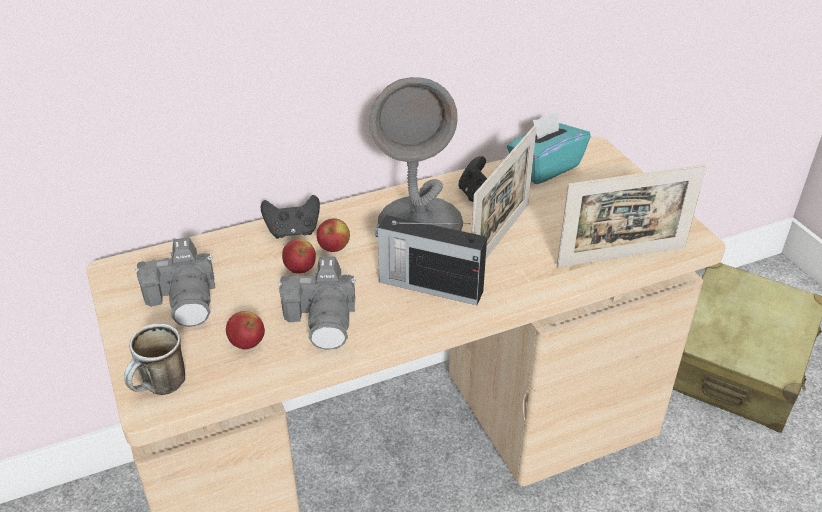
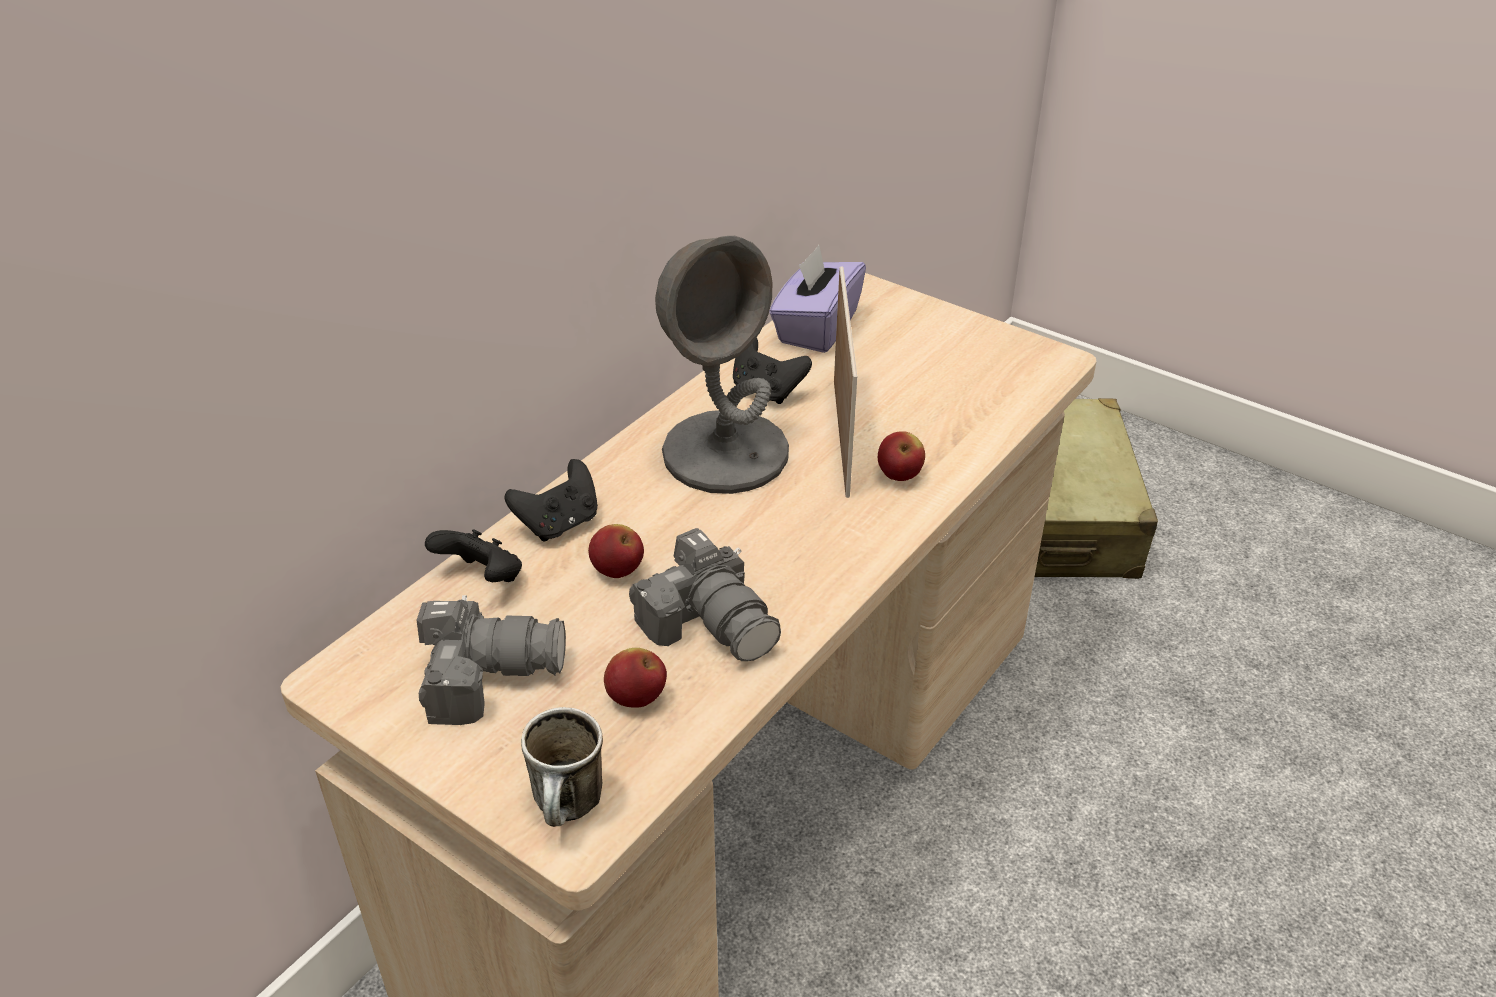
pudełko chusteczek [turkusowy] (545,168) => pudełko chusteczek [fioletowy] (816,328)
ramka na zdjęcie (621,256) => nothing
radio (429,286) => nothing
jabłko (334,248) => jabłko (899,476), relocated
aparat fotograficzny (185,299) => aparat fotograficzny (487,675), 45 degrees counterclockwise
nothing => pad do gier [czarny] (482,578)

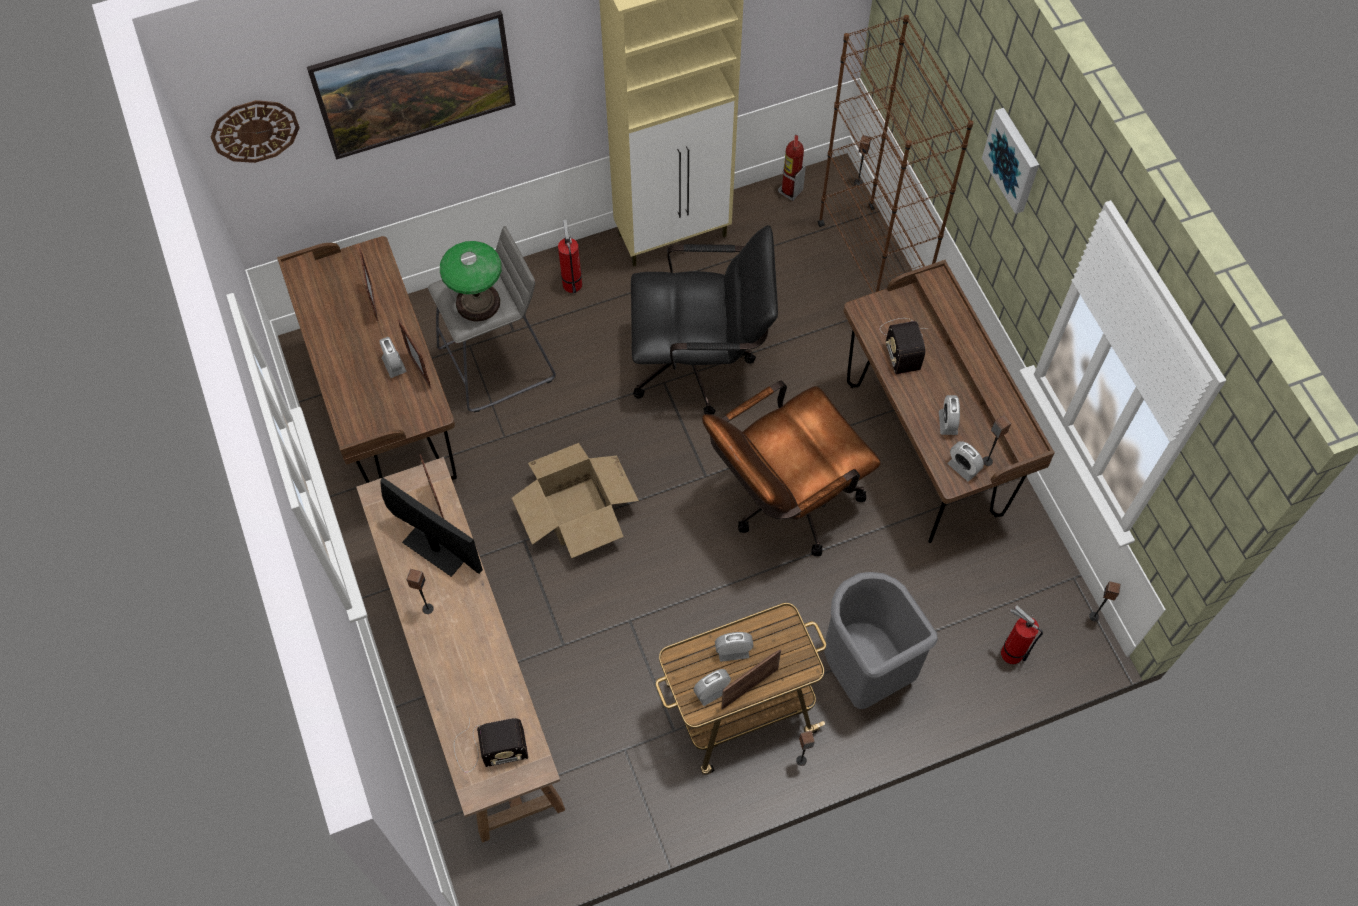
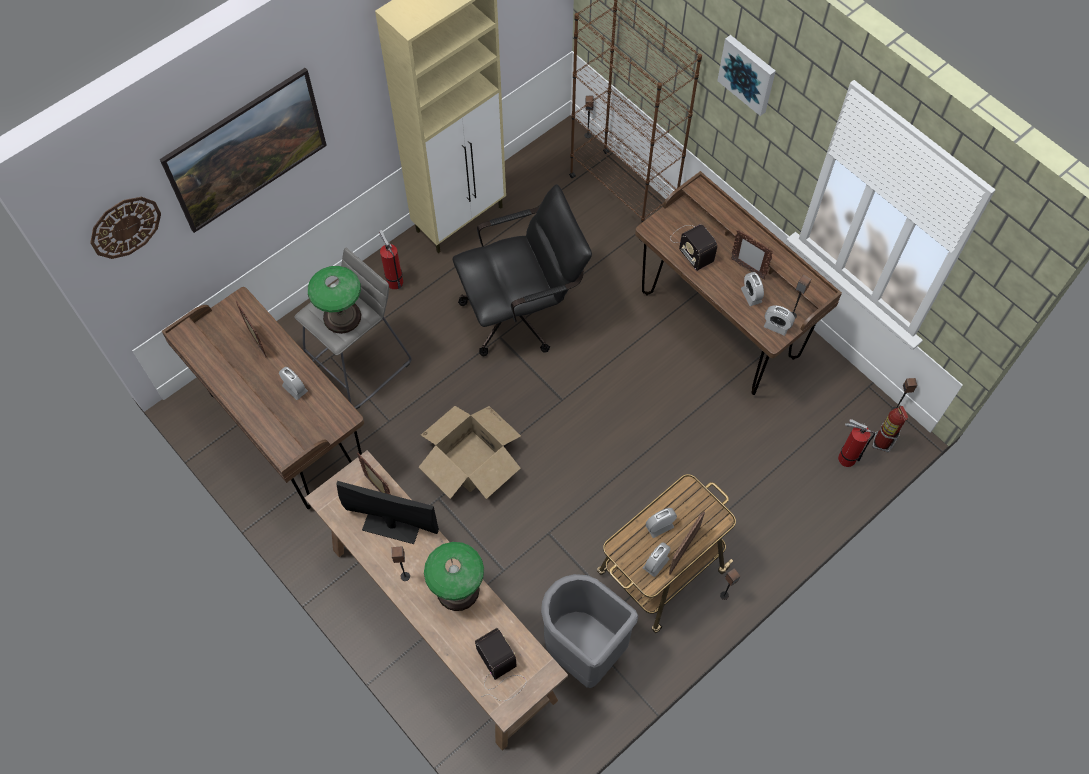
gaśnica (790,191) => gaśnica (881,443), relocated
ramka na zdjęcie (419,370) => ramka na zdjęcie (747,269), relocated
krzesło biurowe [brązowy] (783,502) => nothing
kosz na śmieci [szary] (864,669) => kosz na śmieci [szary] (583,650), relocated
radio (488,748) => radio (500,671), 90 degrees counterclockwise
nothing => lampa stołowa (457,589)

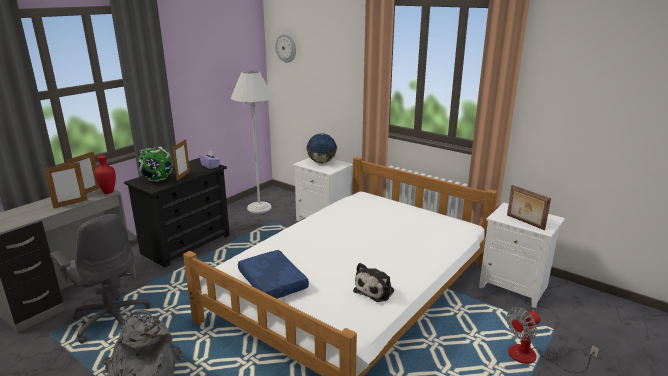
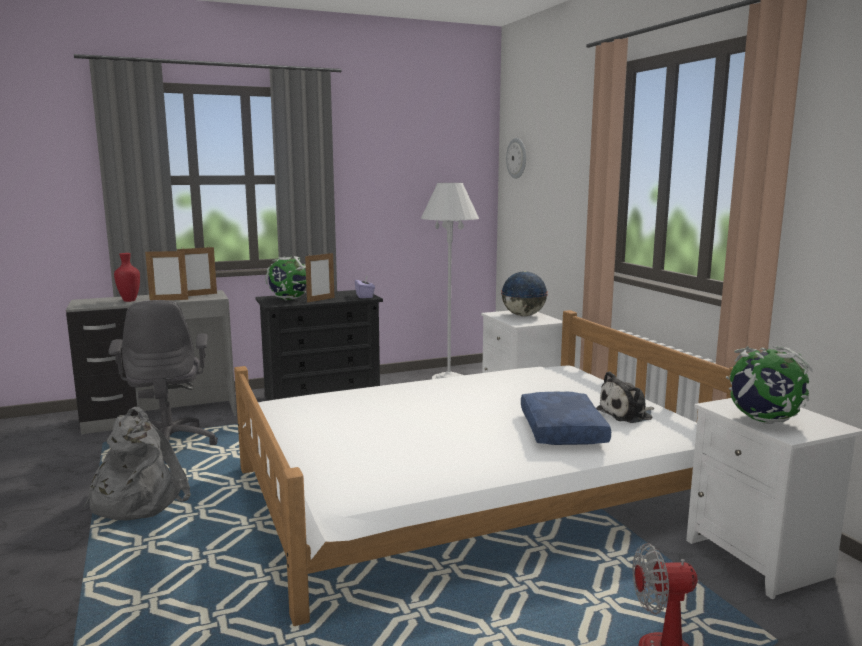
wazon [czerwony] (108,192) => wazon [czerwony] (130,300), relocated
ramka na zdjęcie (524,222) => globus (763,420)
poduszka [niebieski] (271,282) => poduszka [niebieski] (560,430), relocated
pluszak (375,290) => pluszak (627,414), relocated

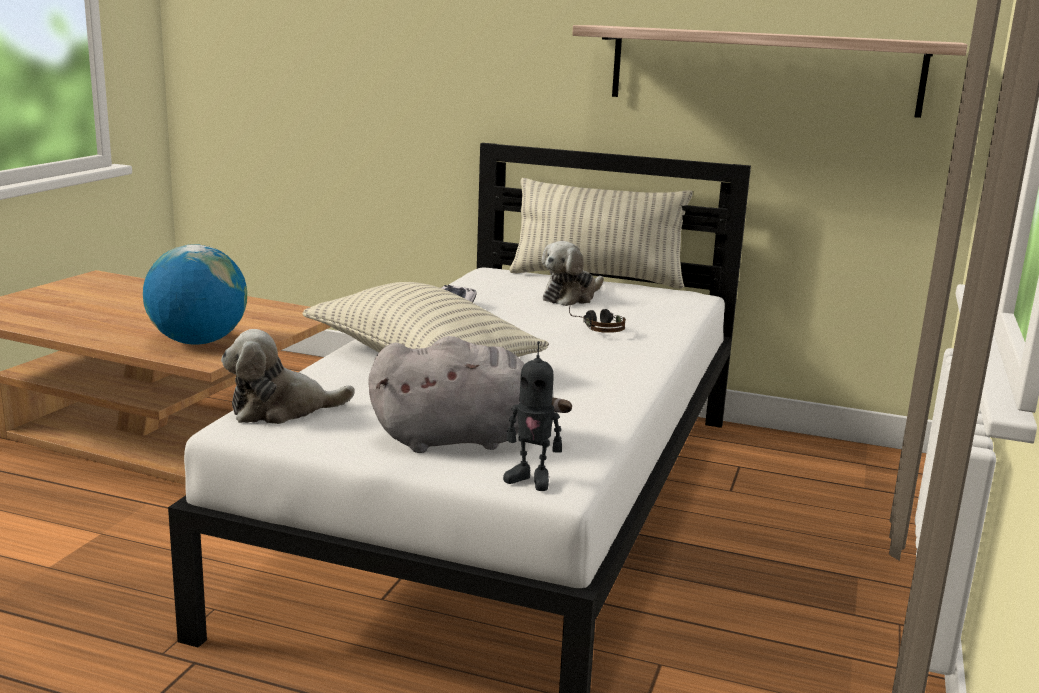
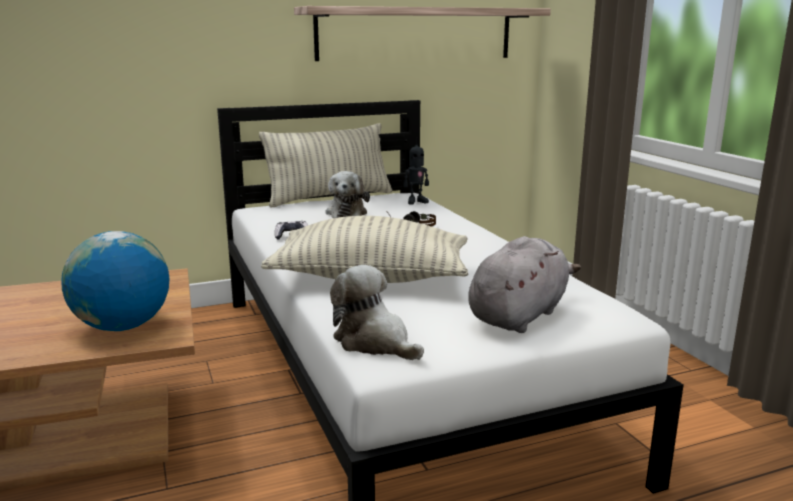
pluszak (281,410) => pluszak (375,342), 105 degrees clockwise
robot zabawkowy (531,479) => robot zabawkowy (416,201), relocated

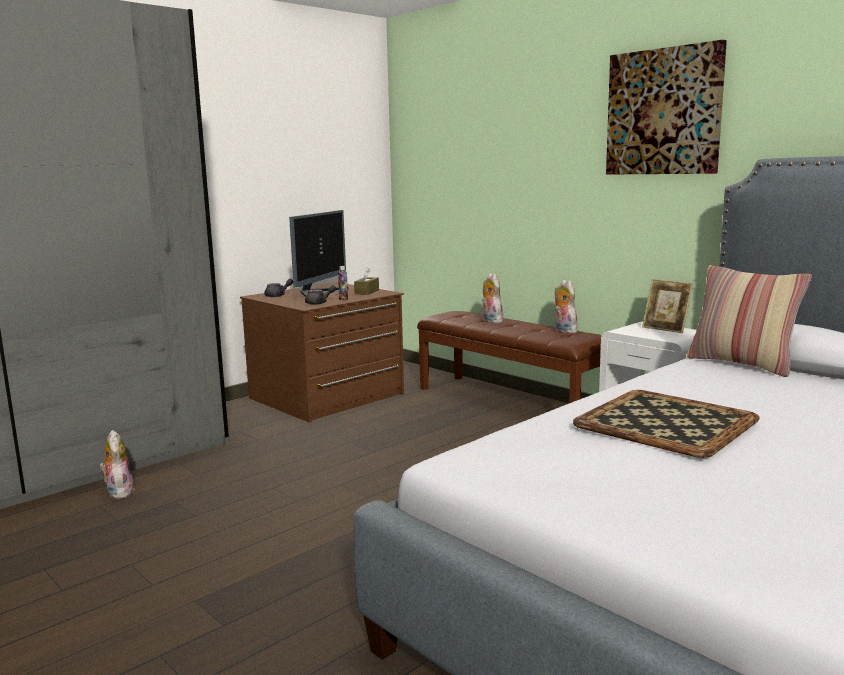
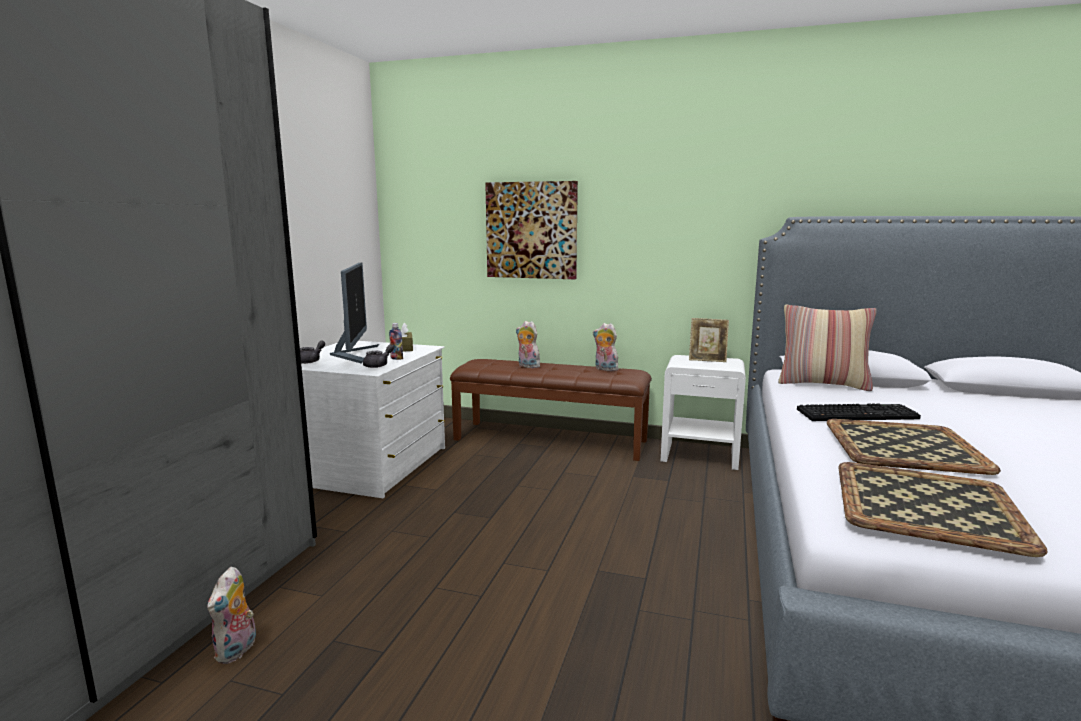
obraz (664,112) => obraz (531,230), relocated
komoda [brązowy] (328,396) => komoda [biały] (368,464)
pluszak (118,492) => pluszak (237,651), 120 degrees counterclockwise
nothing => klawiatura (857,414)
nothing => taca (928,505)

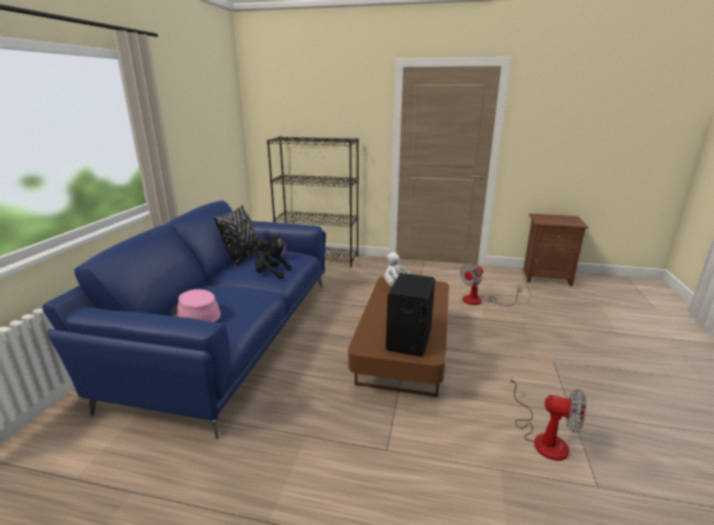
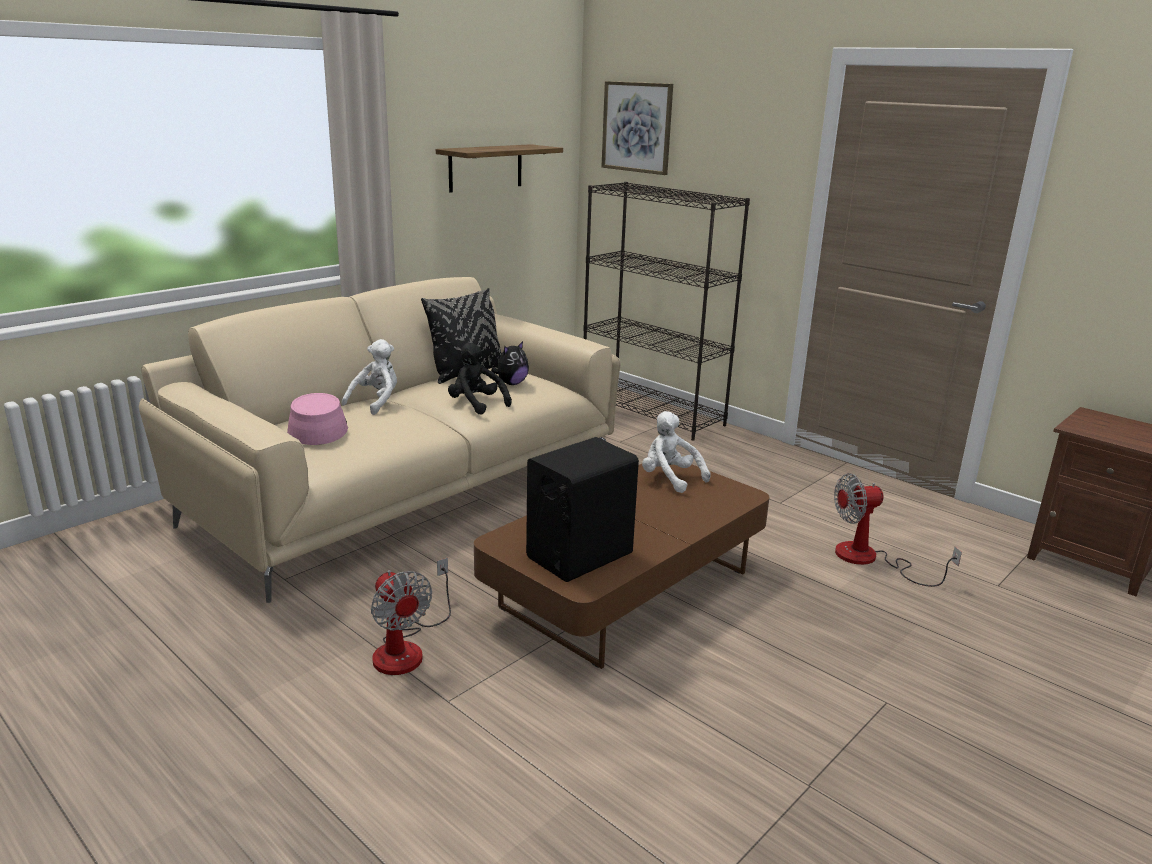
kanapa [niebieski] (230,334) => kanapa [beżowy] (407,486)
wentylator (543,438) => wentylator (407,648), relocated
nothing => obraz (637,127)
nothing => półka (485,167)
nothing => pluszak [biały] (376,402)

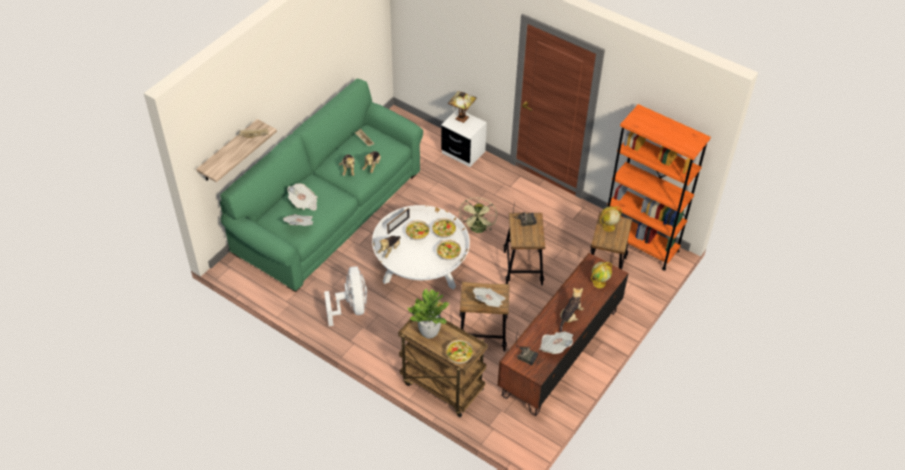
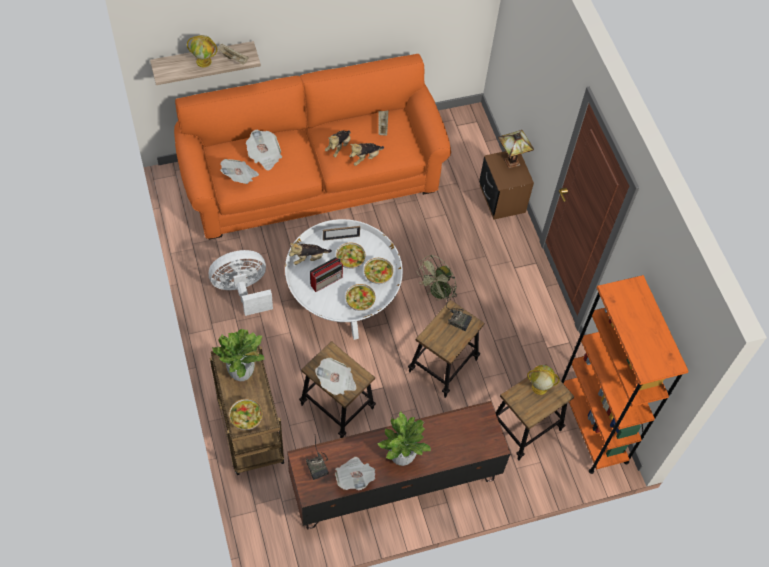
kanapa [zielony] (329,212) => kanapa [pomarańczowy] (312,178)
szafka nocna [biały] (463,152) => szafka nocna [brązowy] (502,199)
globus (599,283) => globus (204,61), relocated
wentylator [biały] (351,308) => wentylator [biały] (243,291), 135 degrees counterclockwise
pluszak (570,316) => roślina doniczkowa (401,456)
nothing => radio (327,280)

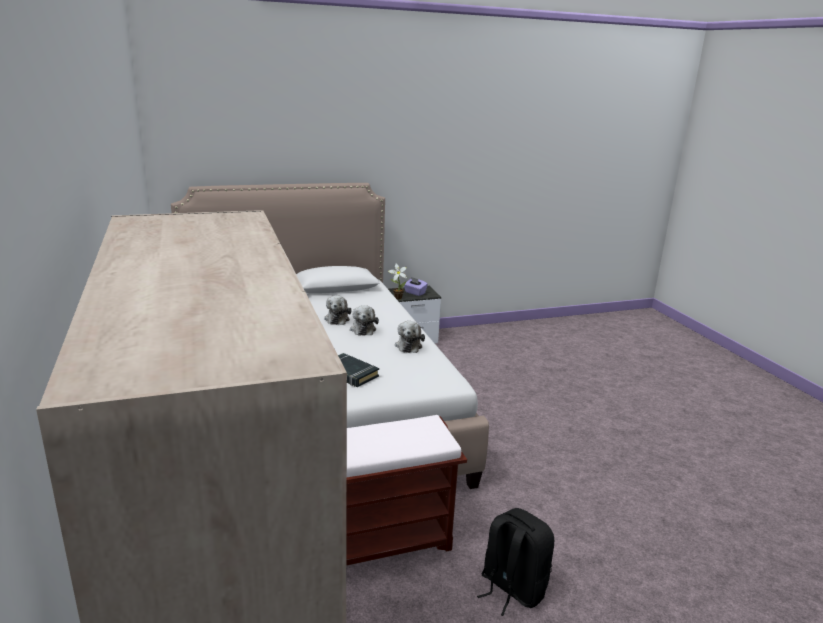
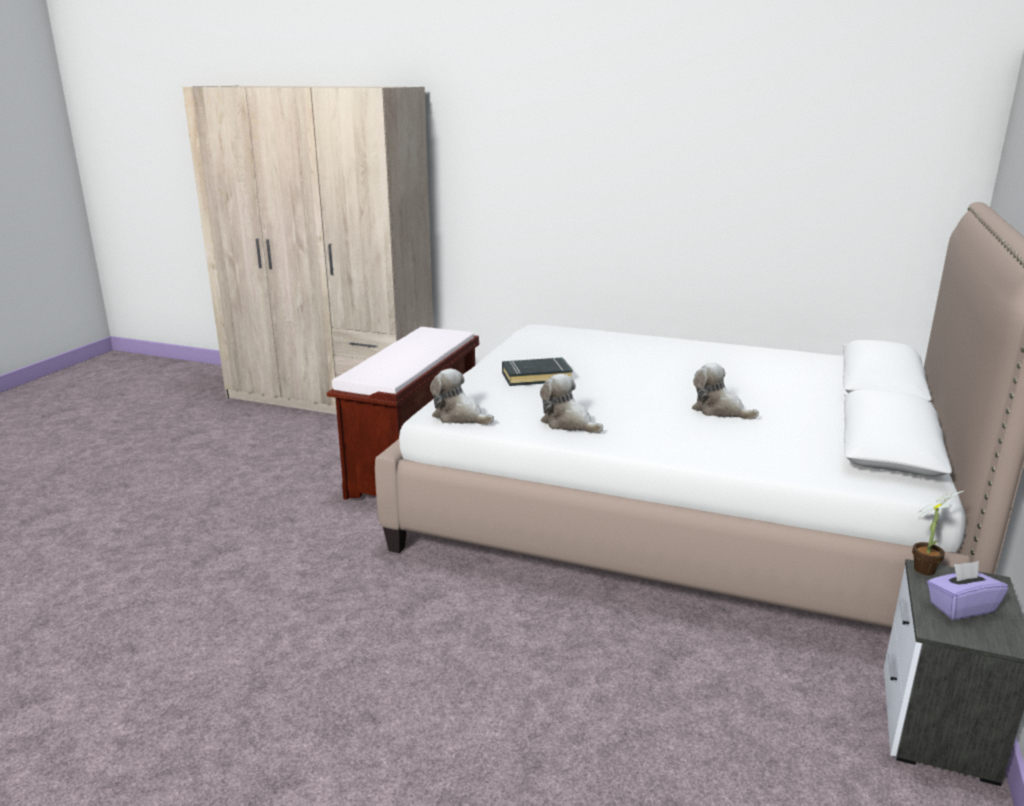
pluszak (363,329) => pluszak (459,417), relocated
plecak [czarny] (511,588) => nothing

